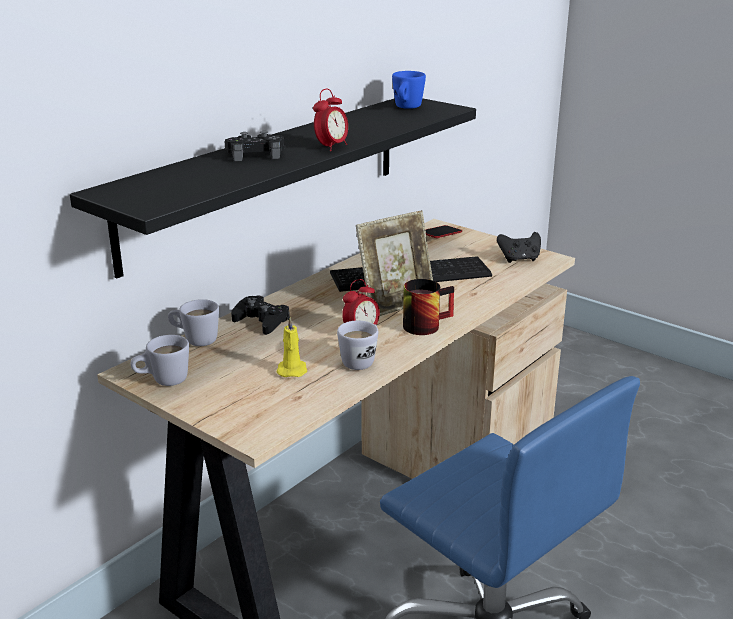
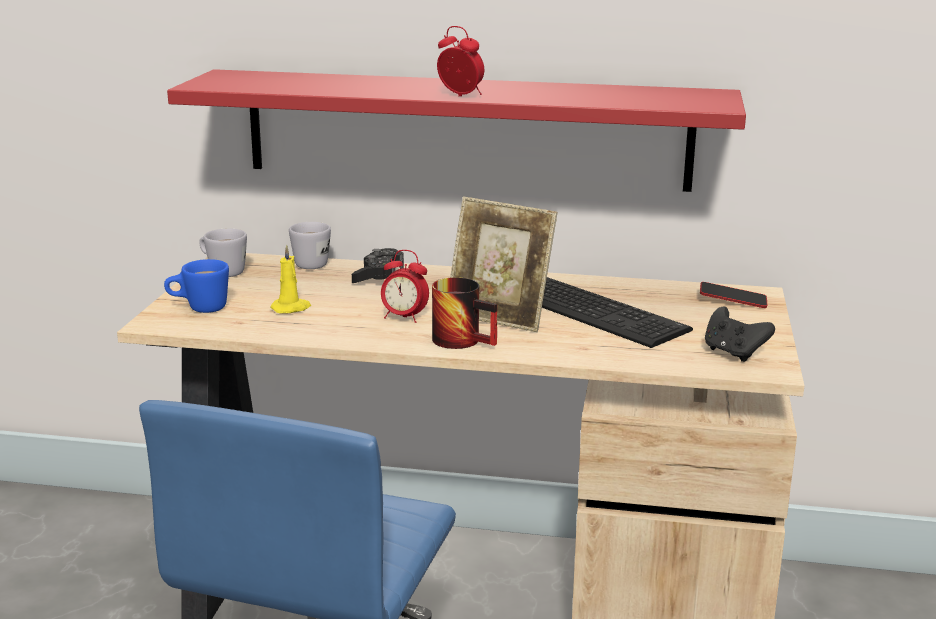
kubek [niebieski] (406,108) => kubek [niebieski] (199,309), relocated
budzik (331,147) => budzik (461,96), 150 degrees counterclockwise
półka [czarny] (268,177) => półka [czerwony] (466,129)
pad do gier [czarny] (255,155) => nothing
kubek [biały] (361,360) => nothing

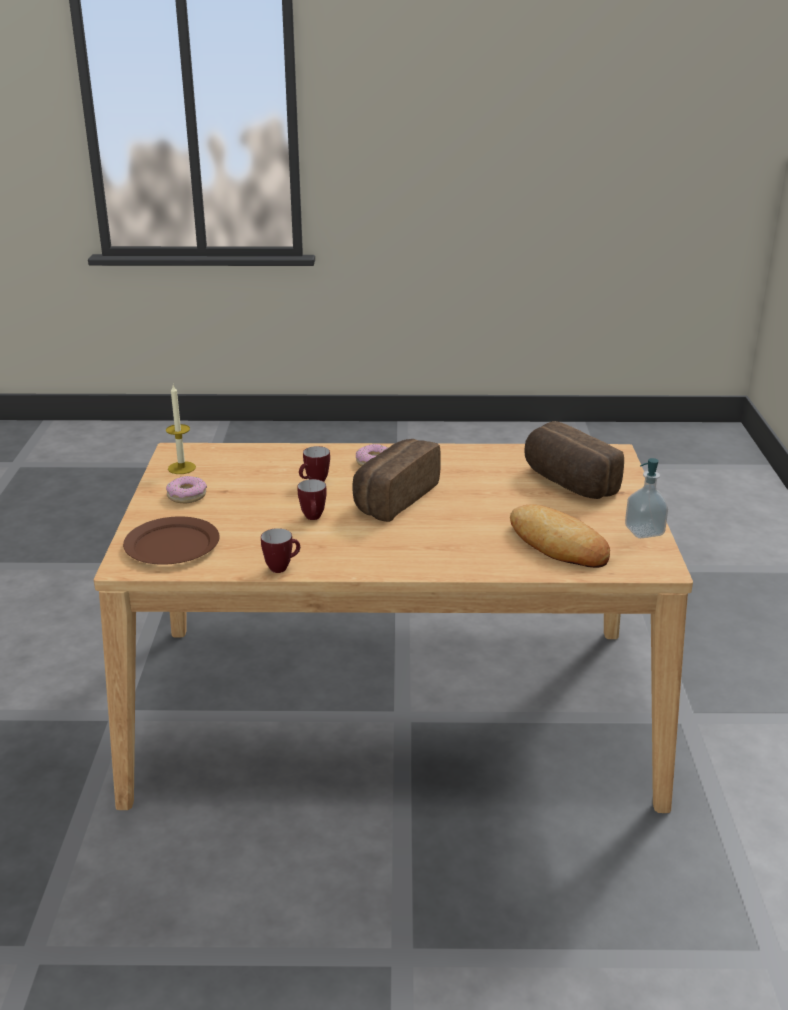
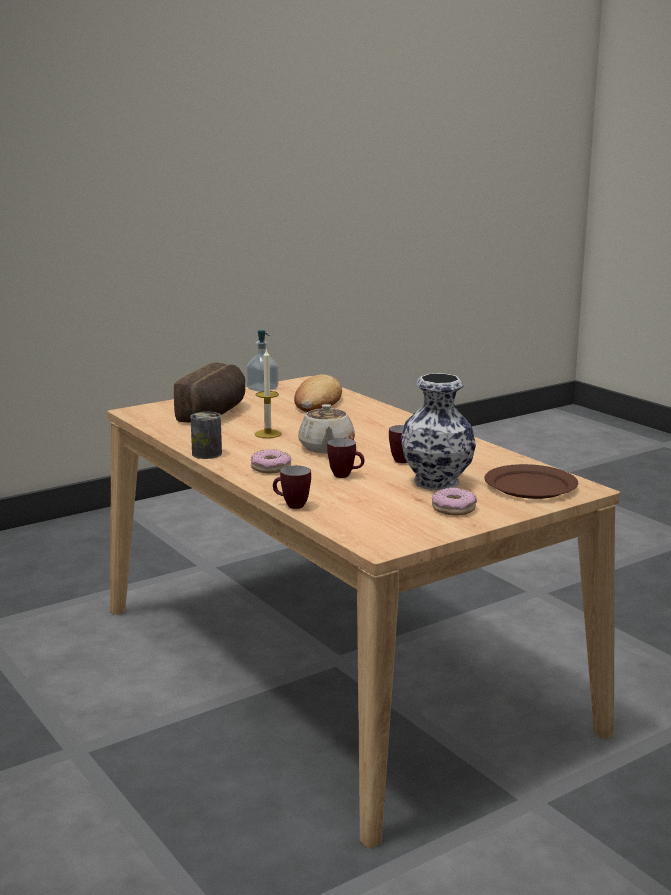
świeca (181,468) => świeca (268,434), relocated
chleb (392,498) => imbryk [beżowy] (326,448)
kubek (282,567) => kubek (291,505), relocated
nothing => wazon (436,481)
nothing => puszka (207,454)

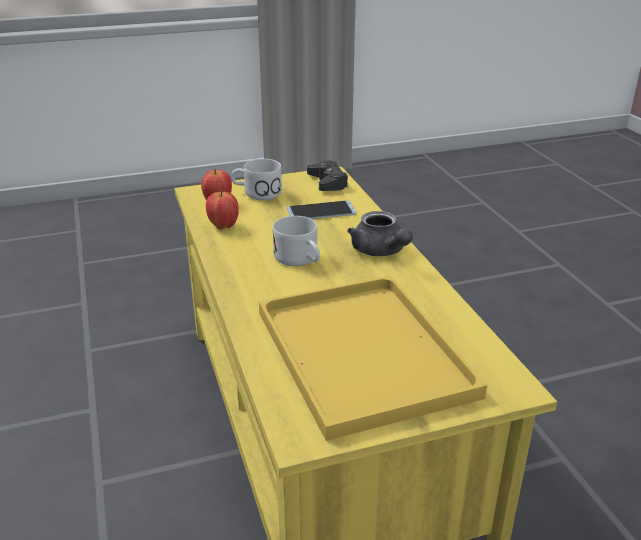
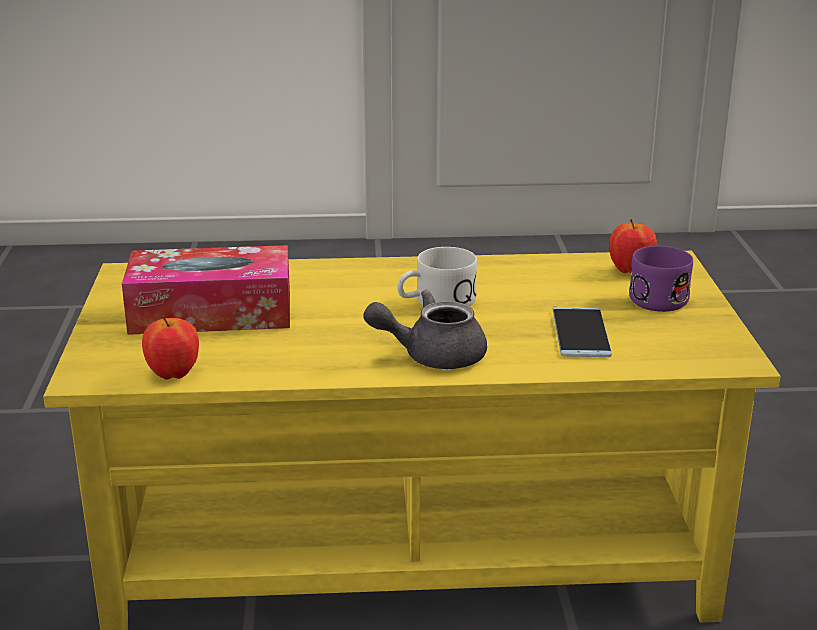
kubek [biały] (256,193) => kubek [fioletowy] (661,296)
pad do gier [czarny] (328,182) => nothing
jabłko (223,226) => jabłko (173,375), relocated
taca [żółty] (366,354) => pudełko chusteczek (211,313)

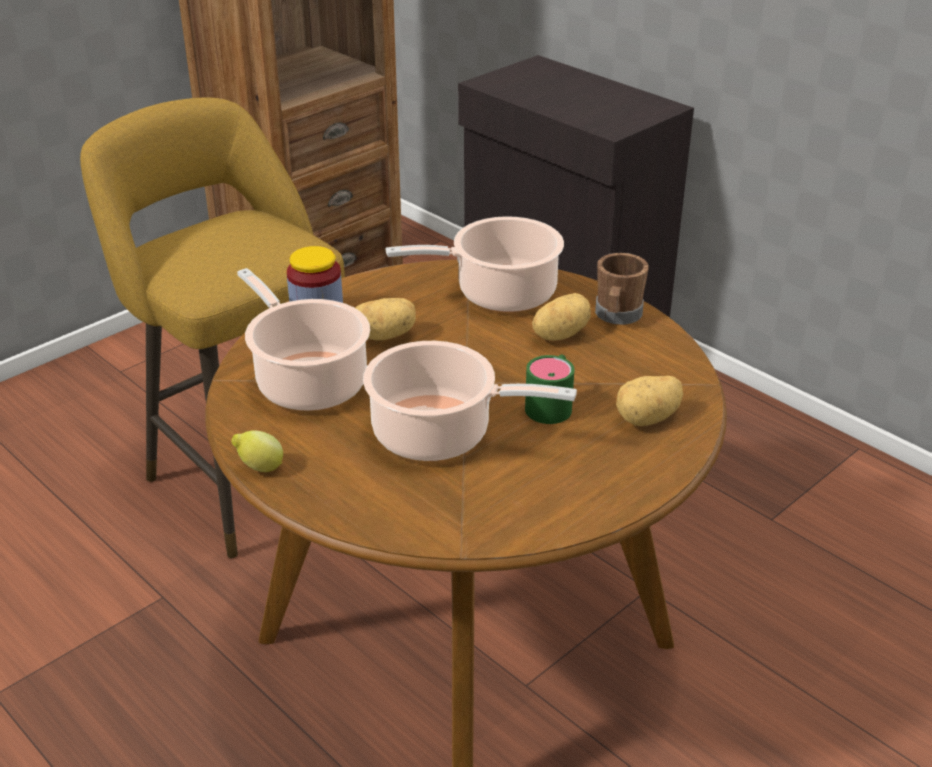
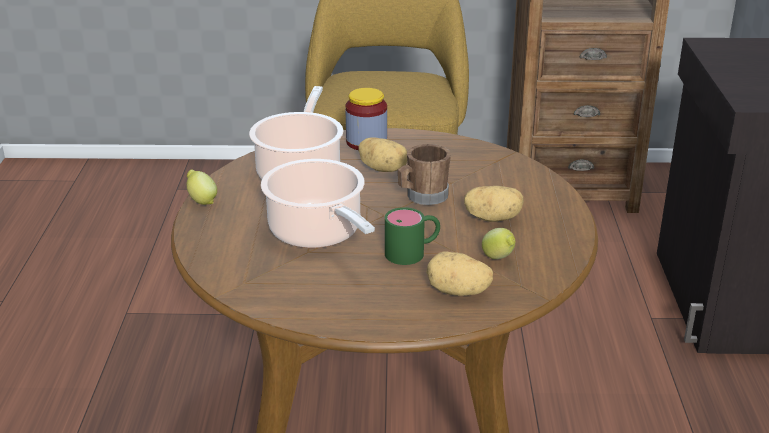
garnek (499,293) => nothing
kubek [brązowy] (617,316) => kubek [brązowy] (423,197), relocated
nothing => cytryna (498,258)

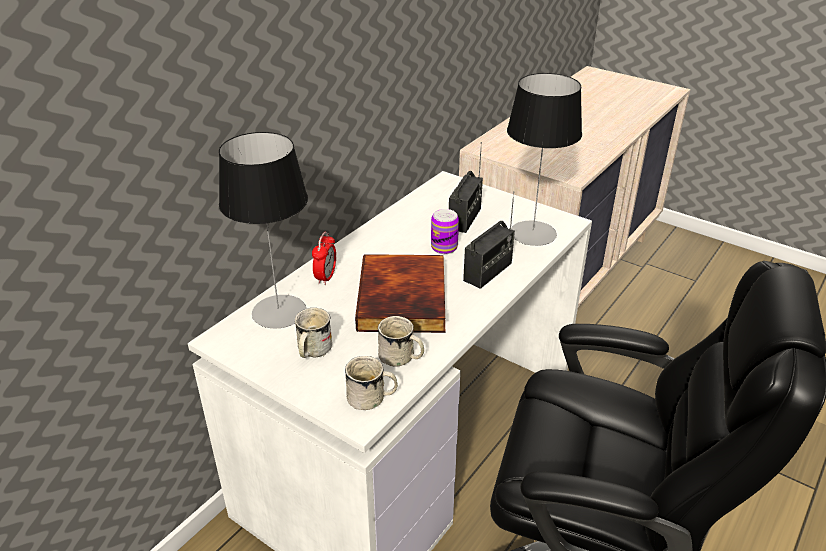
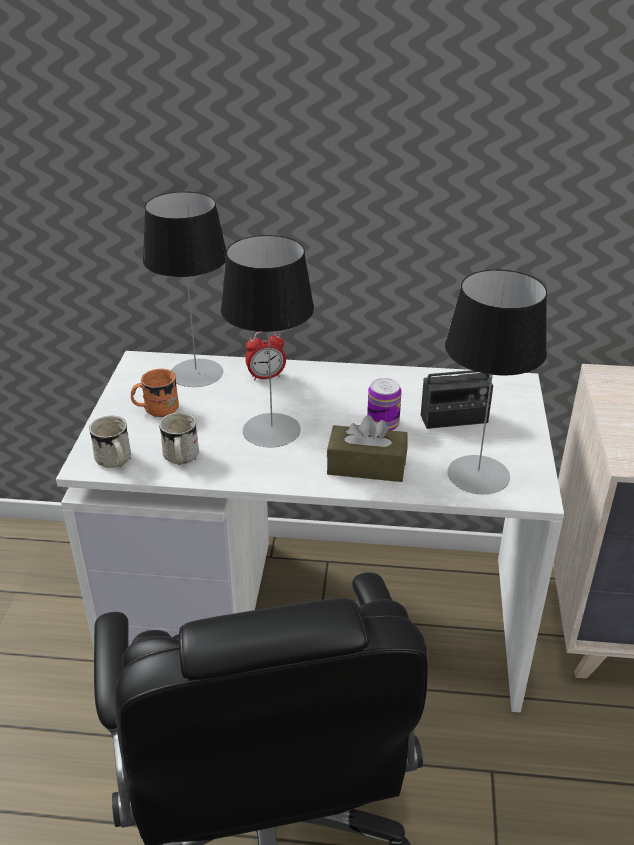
radio (488,272) => pudełko chusteczek [brązowy] (366,466)
książka (405,299) => lampa stołowa (272,430)
kubek [biały] (312,351) => kubek [pomarańczowy] (156,409)

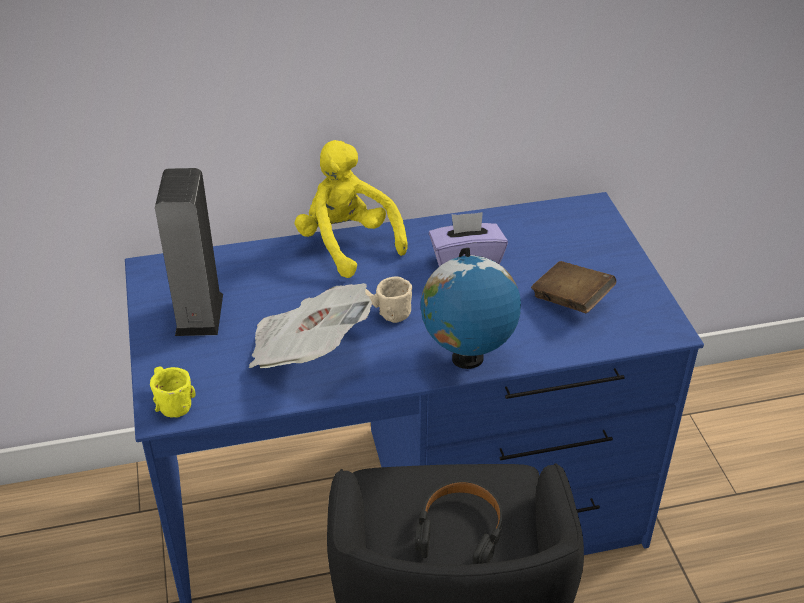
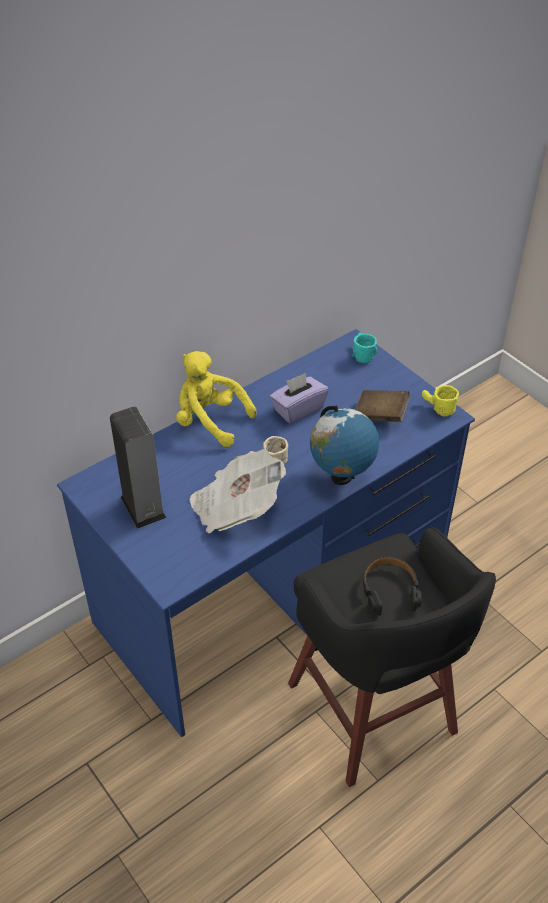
kubek [żółty] (169,401) => kubek [żółty] (437,408), relocated
nothing => kubek [turkusowy] (361,354)

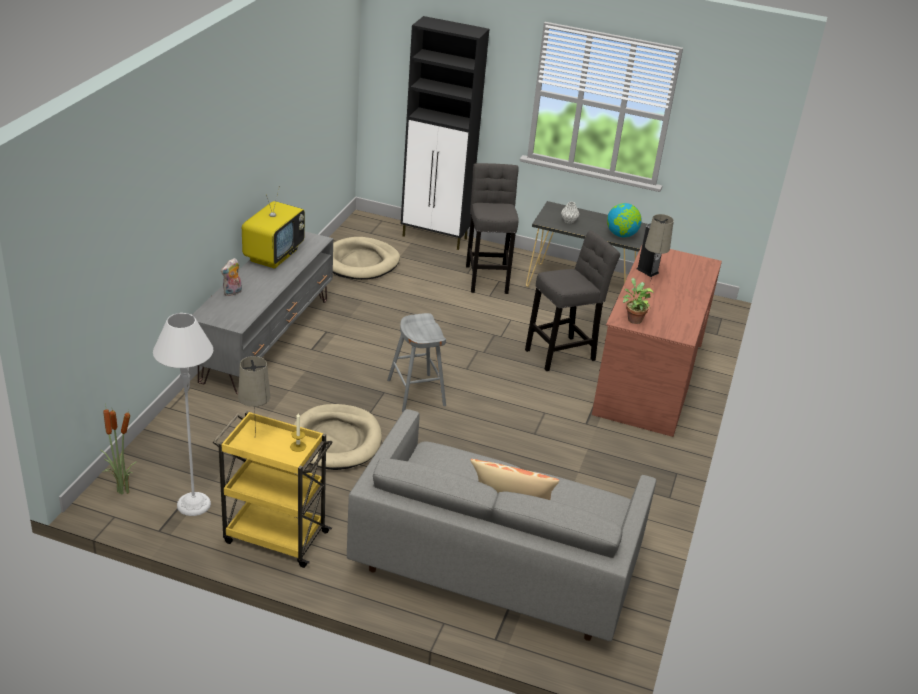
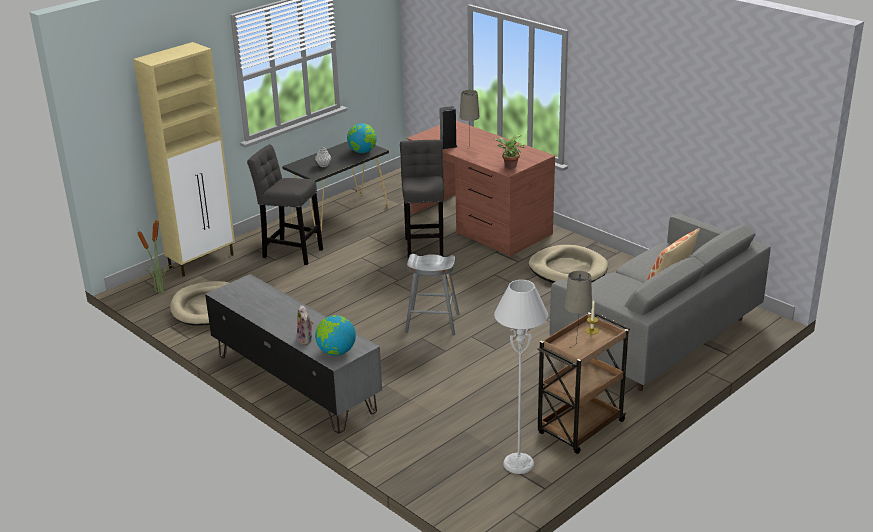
szafka [czarny] (435,238) => szafka [beżowy] (202,261)
telewizor (273,255) => nothing
roślina doniczkowa (122,491) => roślina doniczkowa (160,291), relocated
legowisko [beżowy] (336,440) => legowisko [beżowy] (568,269), relocated
wózek [żółty] (274,536) => wózek [brązowy] (580,428)
nothing => globus (336,352)

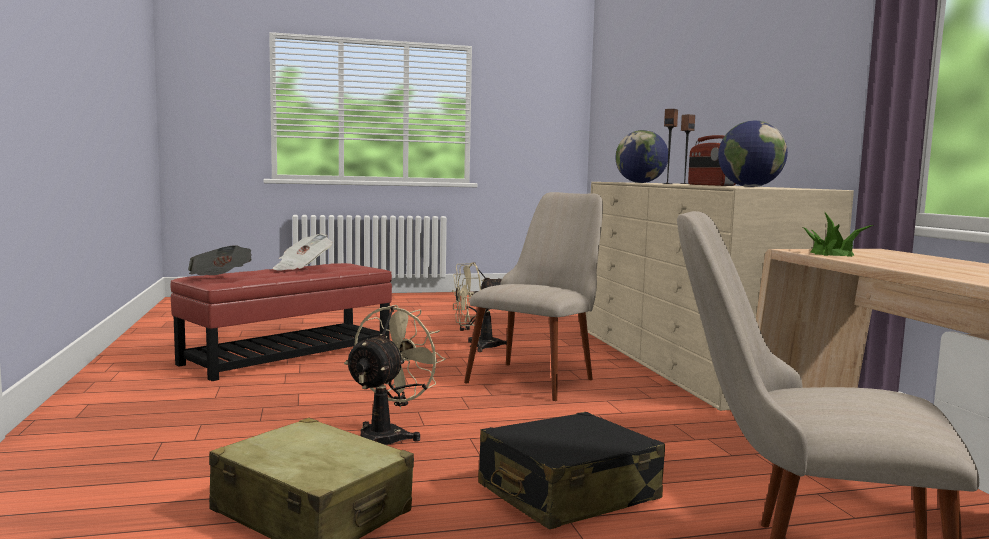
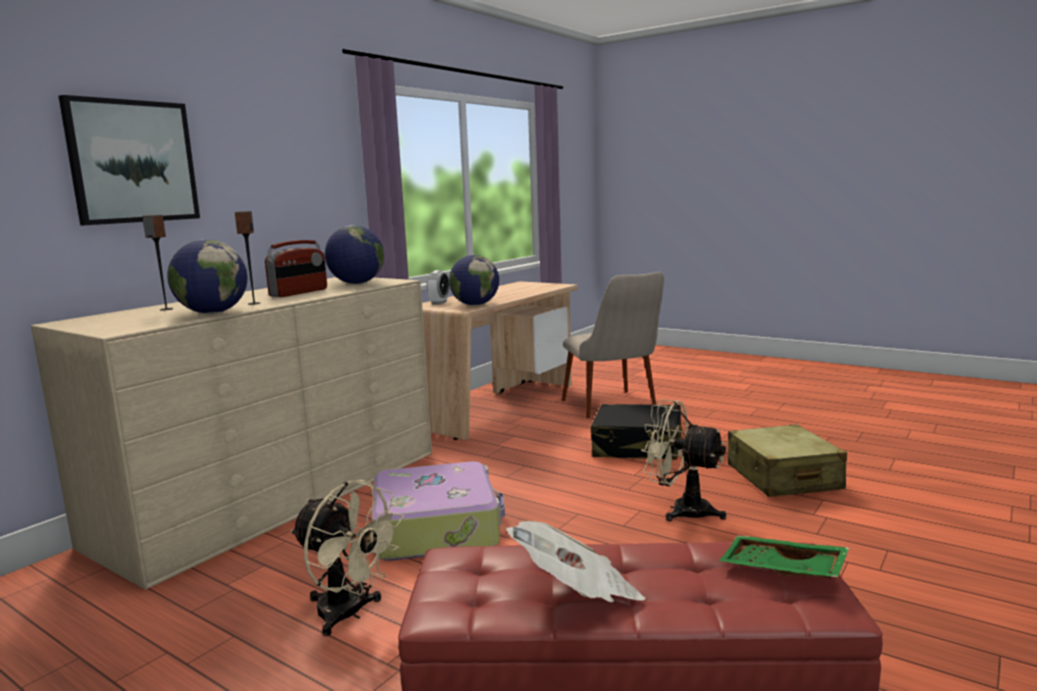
krzesło [beżowy] (539,376) => walizka (437,527)
roślina doniczkowa (831,253) => globus (475,305)
gazeta (220,279) => taca [zielony] (782,571)
wentylator [beżowy] (388,436) => wentylator [beżowy] (681,510), 45 degrees clockwise
nothing => obraz (132,162)
nothing => budzik (439,303)

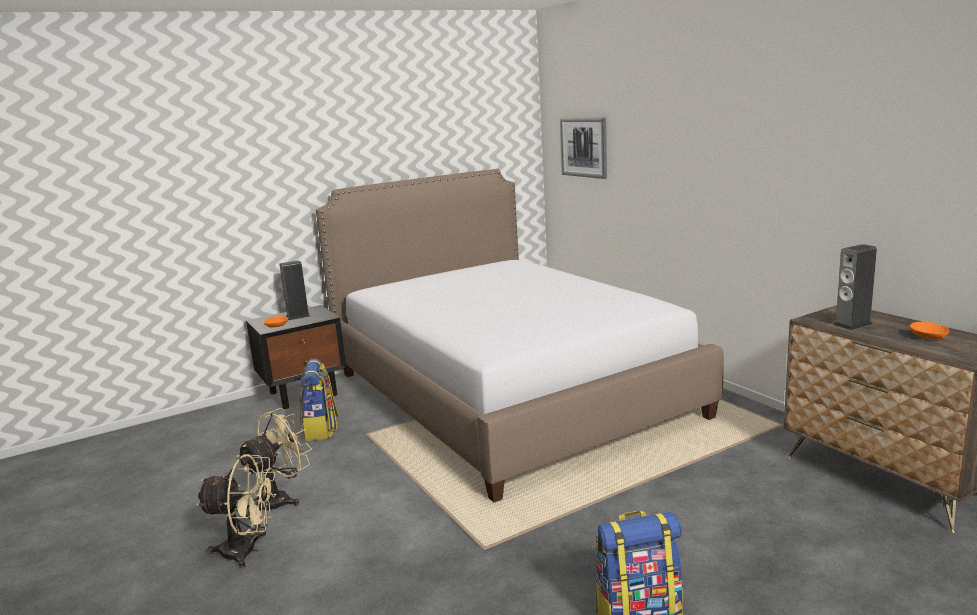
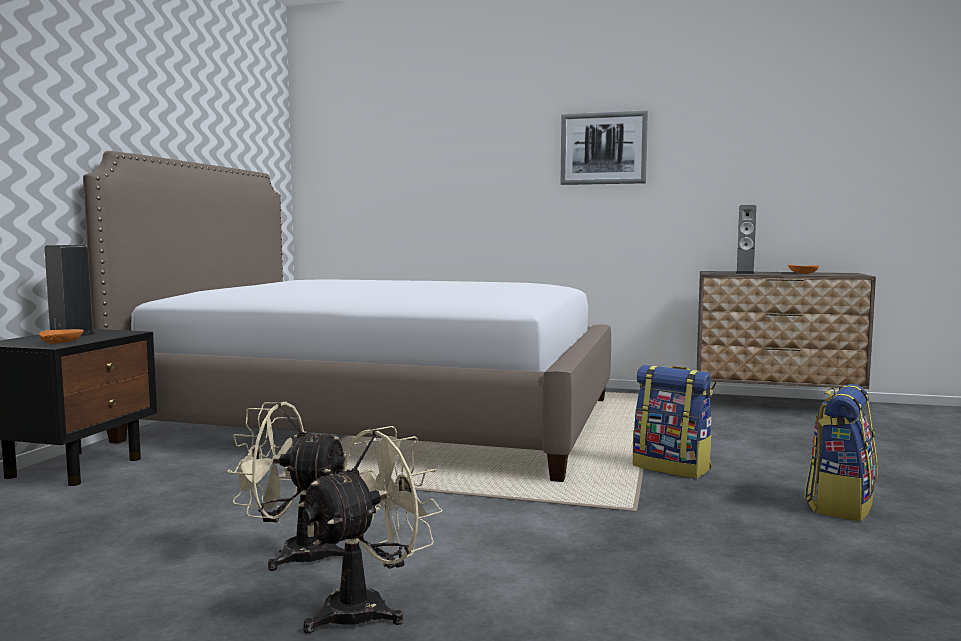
obraz (584,147) => obraz (603,148), relocated
plecak (321,430) => plecak (672,468), relocated
wentylator [beżowy] (280,499) => wentylator [beżowy] (293,553), 75 degrees counterclockwise

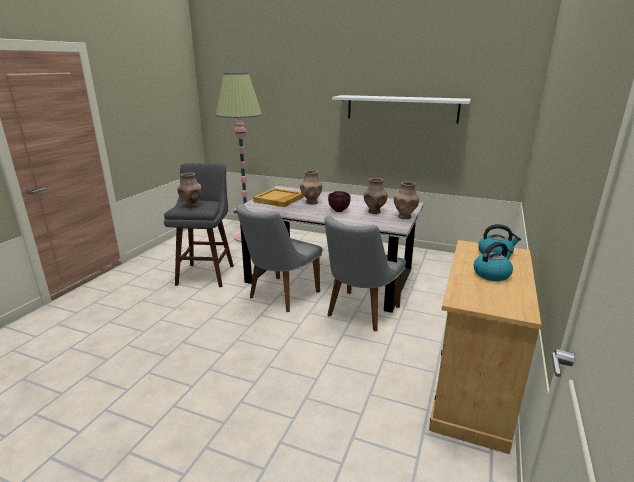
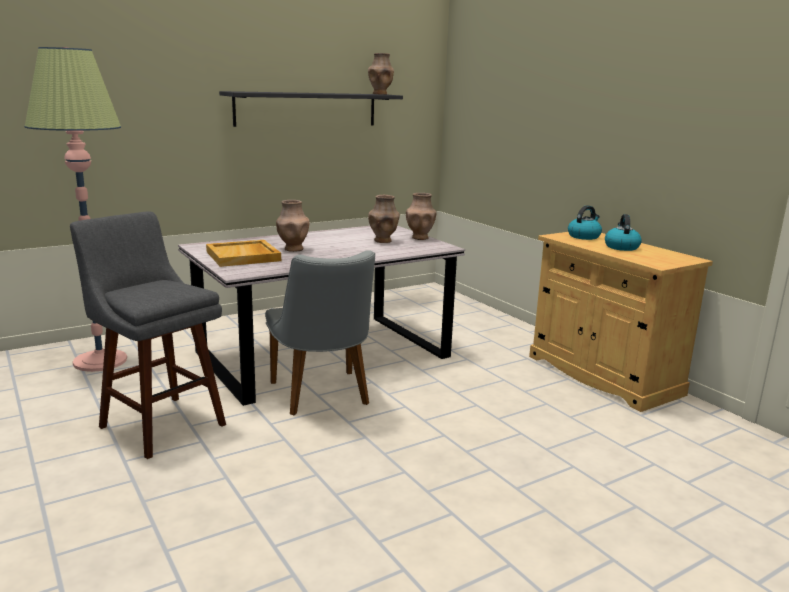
półka [biały] (401,108) => półka [czarny] (307,109)
wazon [brązowy] (191,206) => wazon [brązowy] (380,94), relocated
miska [brązowy] (339,210) => nothing
krzesło [szary] (359,313) => nothing

